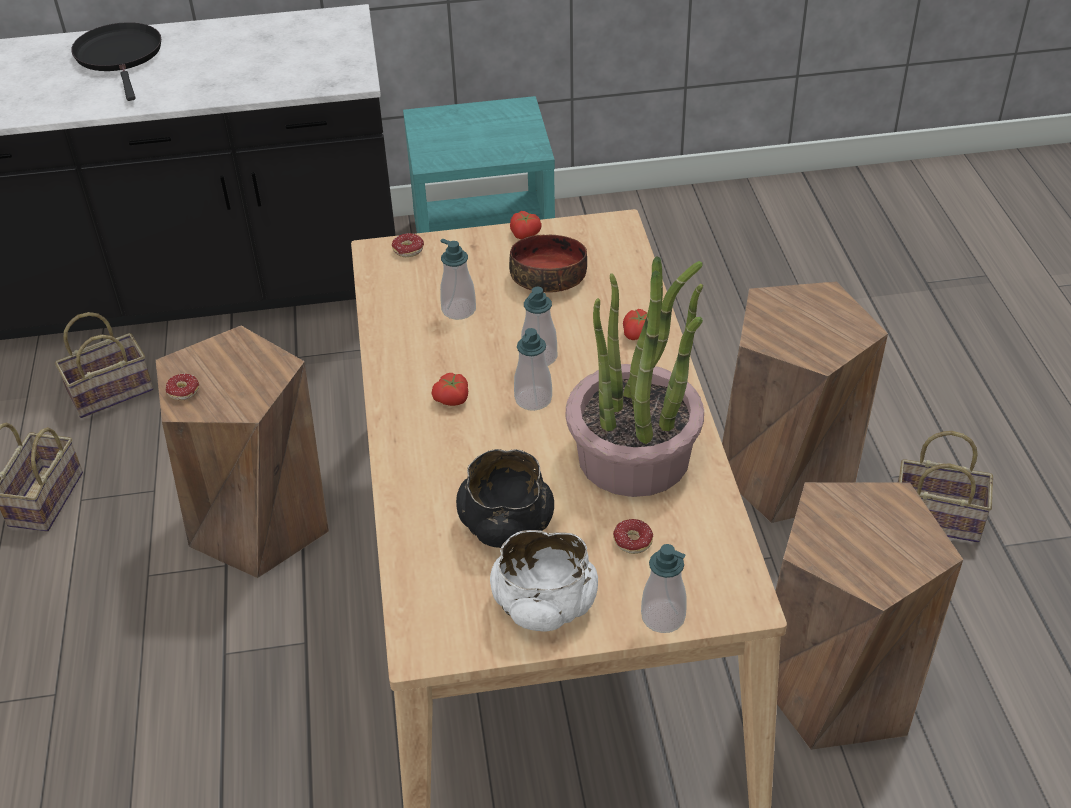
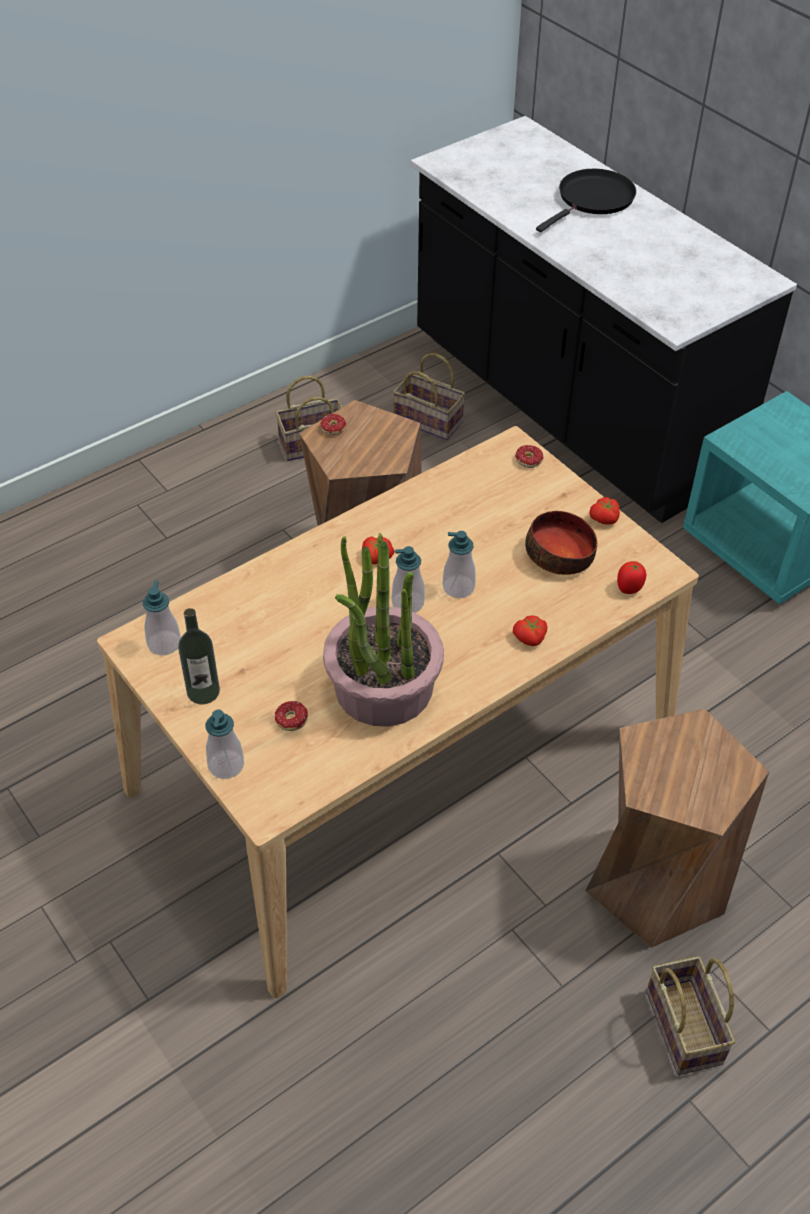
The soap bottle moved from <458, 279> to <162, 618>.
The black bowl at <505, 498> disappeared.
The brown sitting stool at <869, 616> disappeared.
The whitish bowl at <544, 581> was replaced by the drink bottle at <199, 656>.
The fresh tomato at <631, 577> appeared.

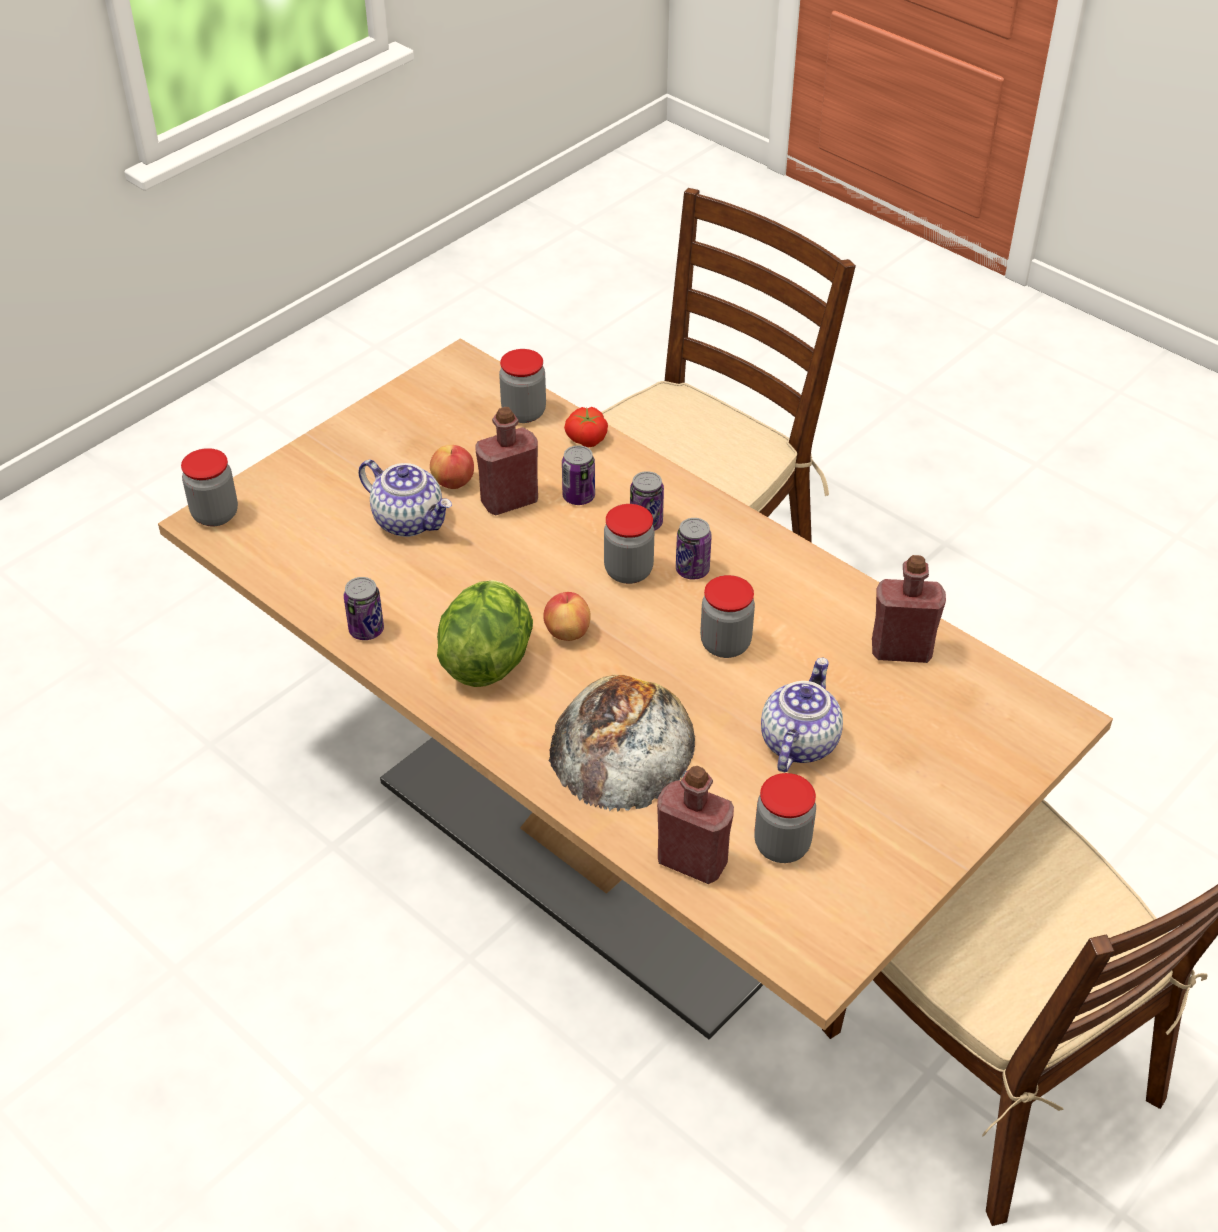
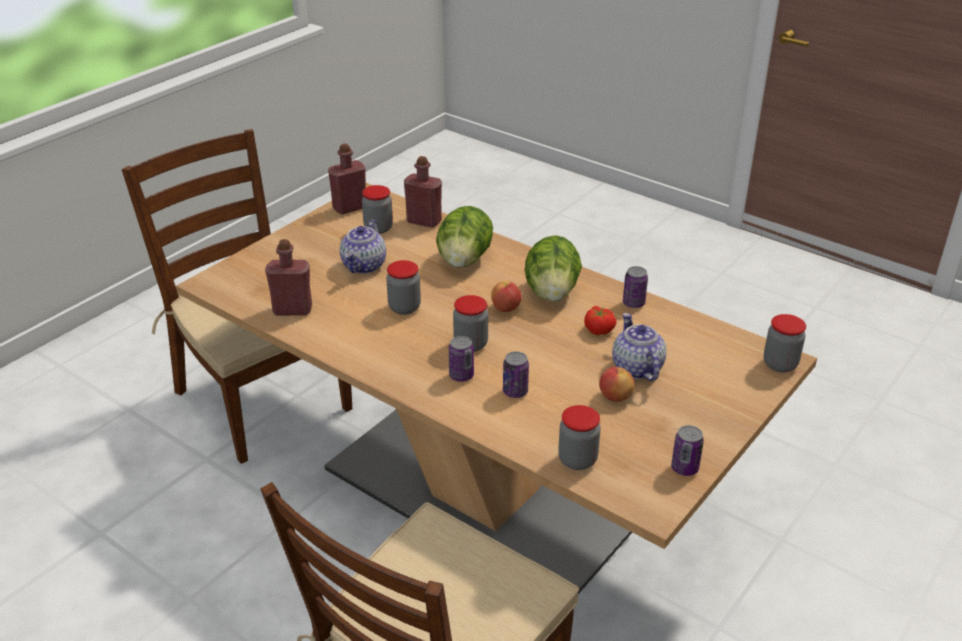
The red-coloured drink bottle moved from <506, 461> to <347, 179>.
The fresh tomato moved from <586, 427> to <600, 320>.
The teapot at <405, 498> turned 45 degrees clockwise.
The sealed can moved from <694, 548> to <687, 450>.
The baked bread at <621, 743> was replaced by the head of lettuce at <464, 237>.

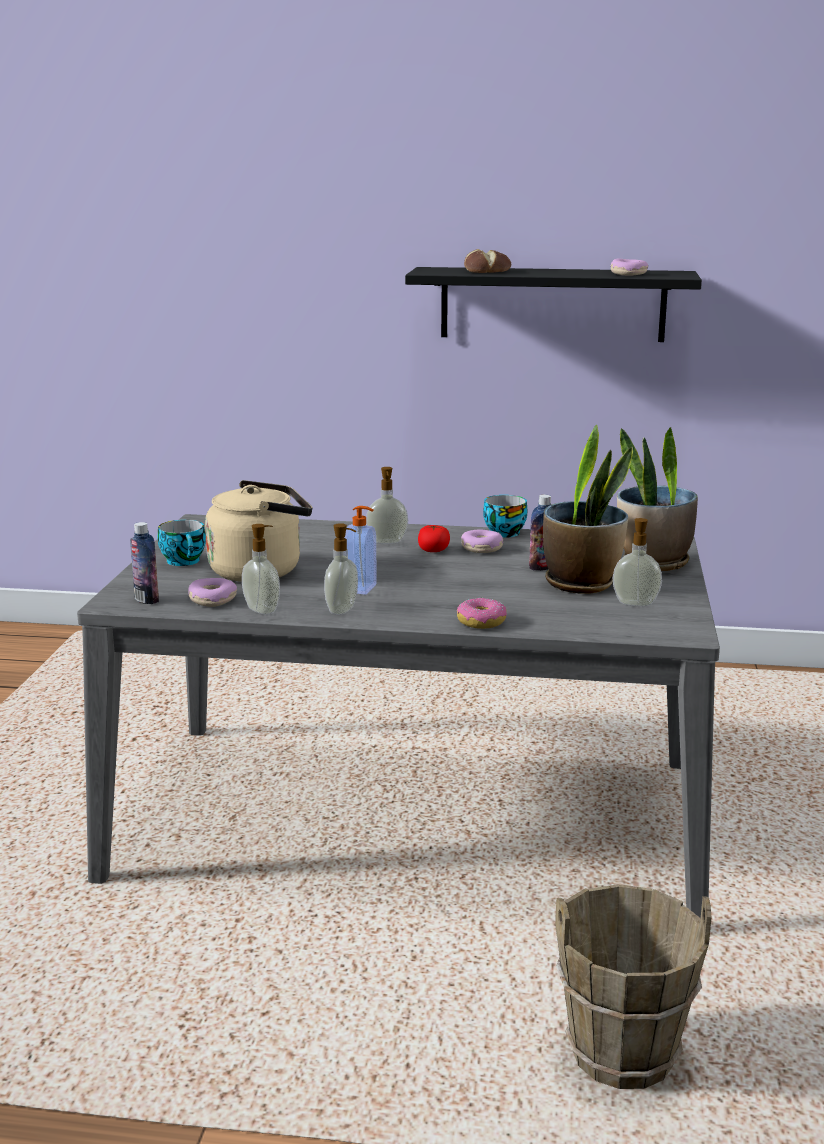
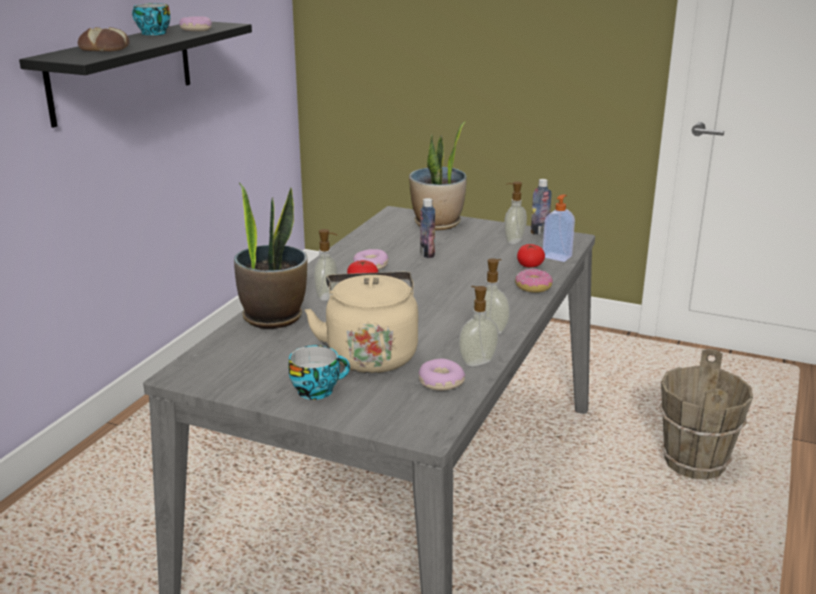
The plant in a pot moved from <588, 509> to <270, 256>.
The small cup moved from <505, 516> to <151, 19>.
The soap bottle moved from <360, 550> to <559, 228>.
The drink bottle moved from <144, 563> to <541, 207>.
The fresh tomato at <531, 256> appeared.

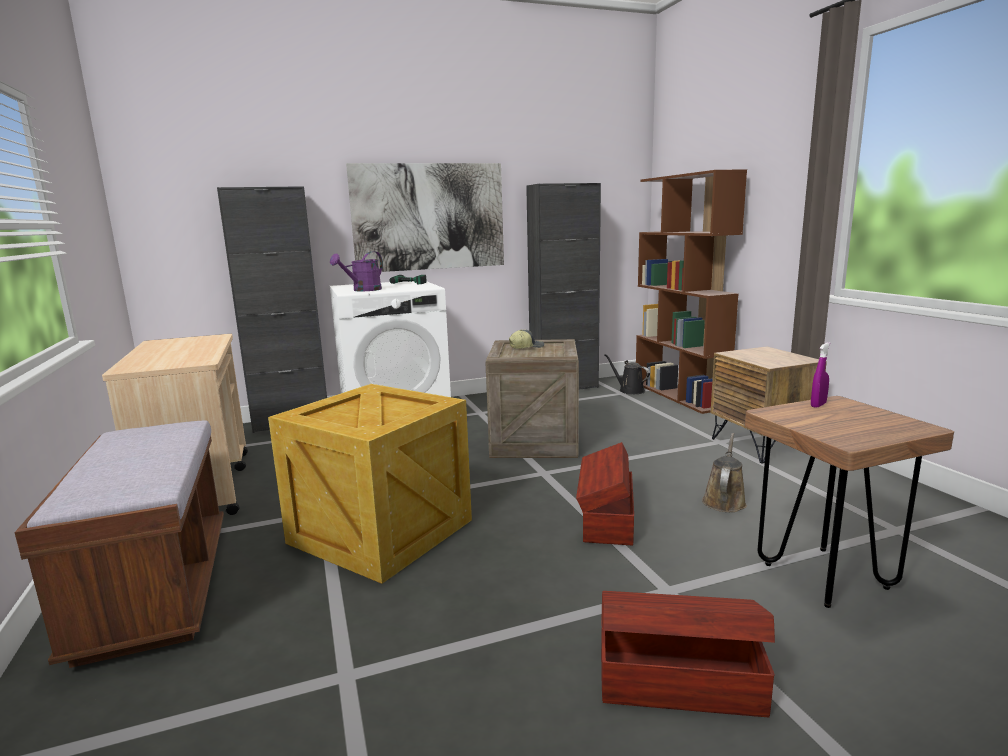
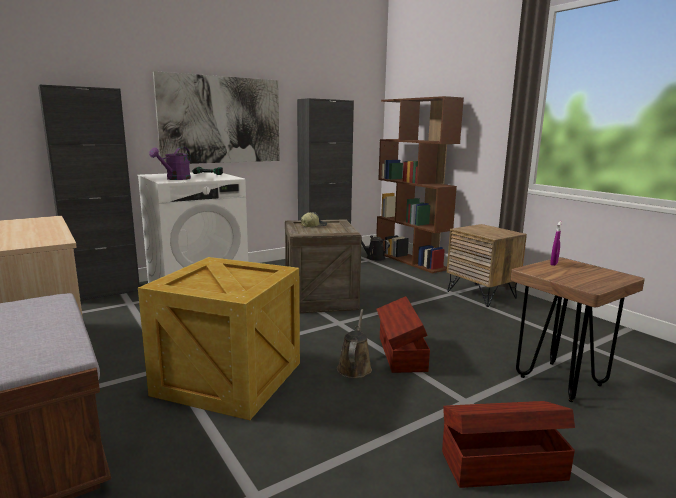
The brown sprinkling can moved from <724, 472> to <354, 343>.

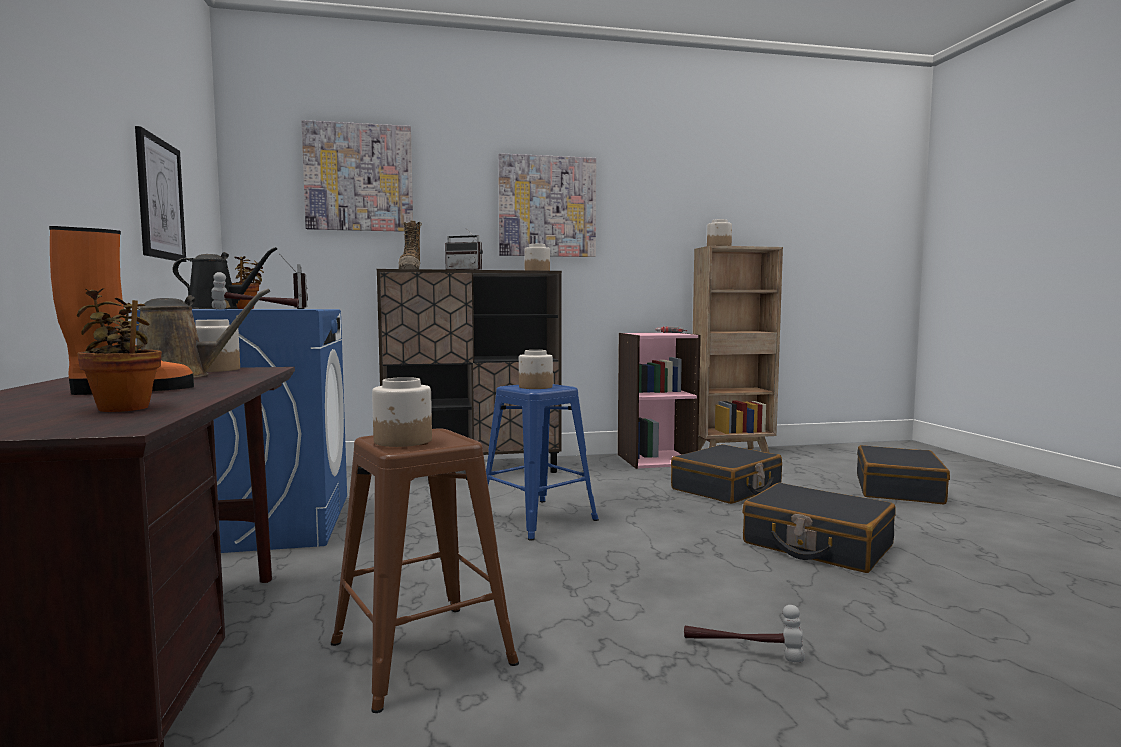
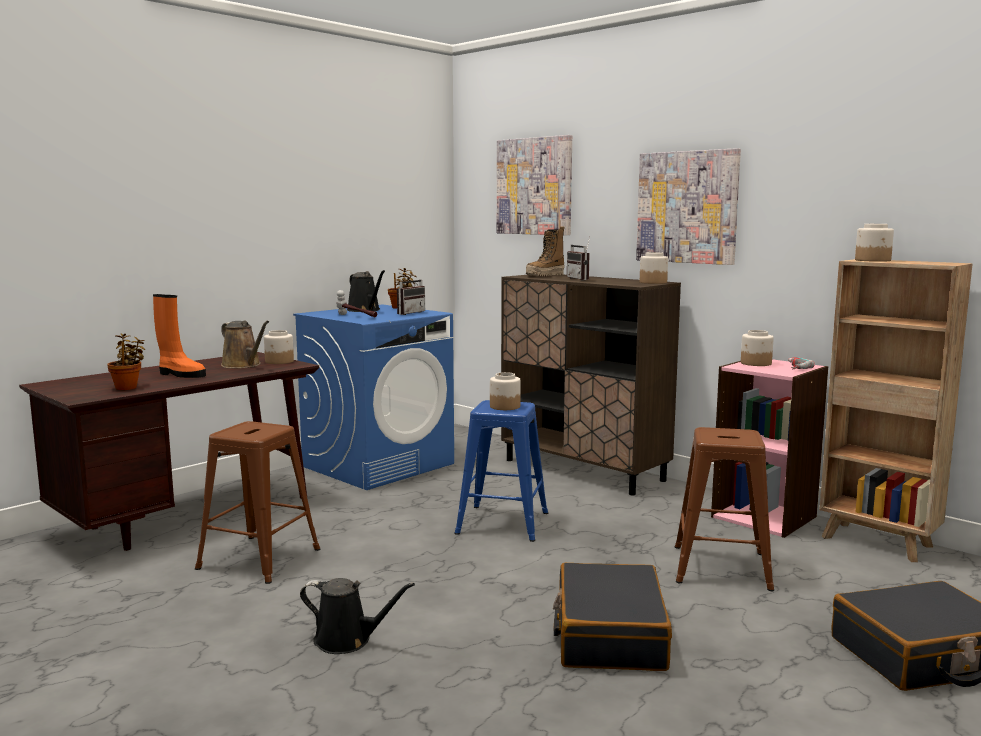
The wall picture at <160, 194> disappeared.
The jar moved from <402, 412> to <757, 348>.
The black piece of luggage at <726, 474> was replaced by the brown sitting stool at <724, 509>.
The hammer at <744, 633> was replaced by the black sprinkling can at <357, 616>.

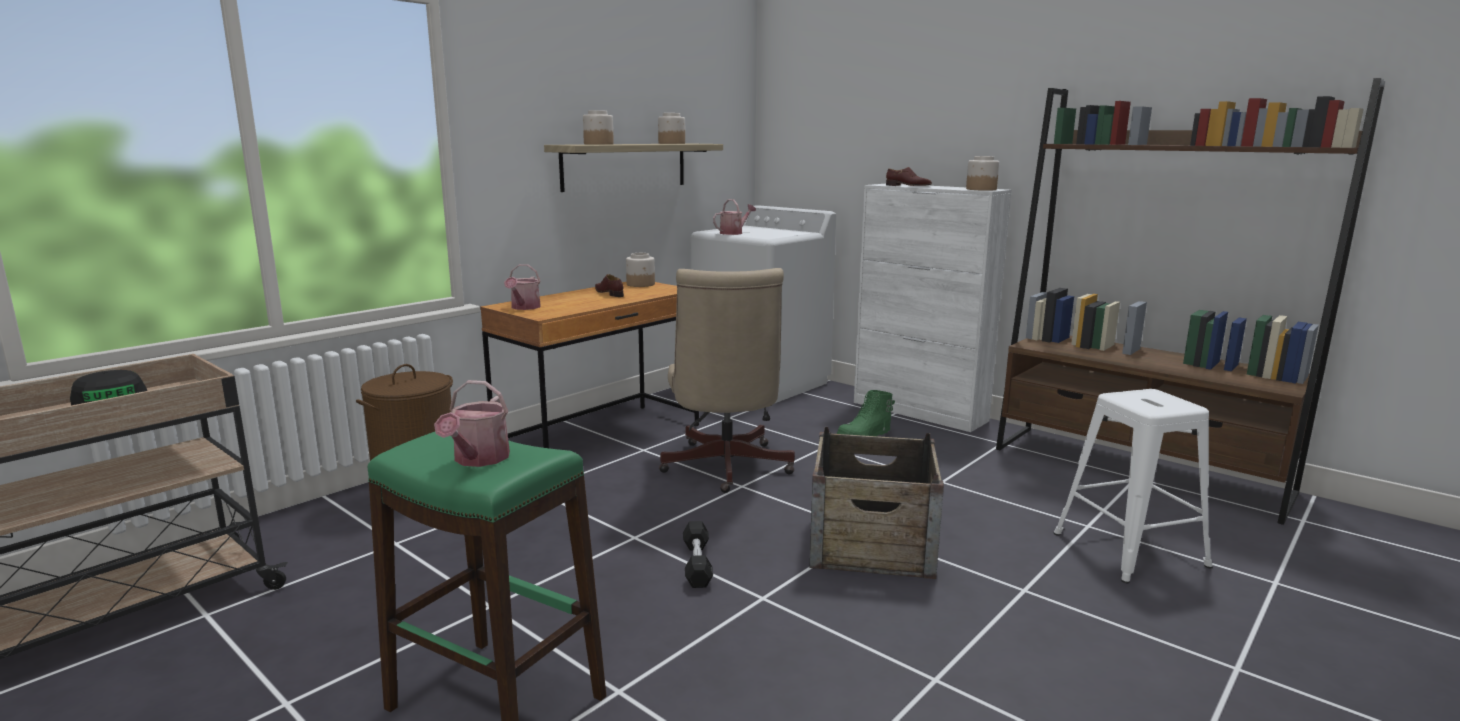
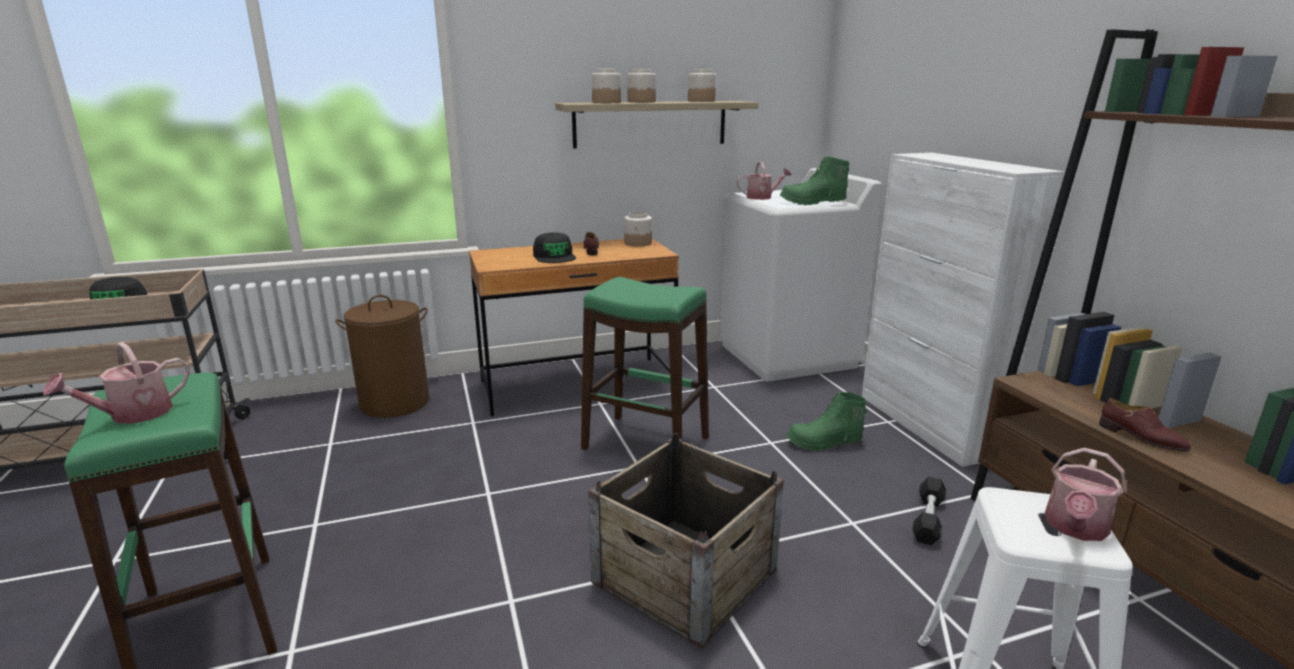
The jar moved from <982, 173> to <641, 86>.
The brown item of footwear moved from <909, 176> to <1145, 424>.
The sprinkling can moved from <522, 287> to <1085, 494>.
The beige-coloured desk chair at <727, 380> was replaced by the green-coloured sitting stool at <645, 363>.
The black dumbbell moved from <698, 554> to <929, 510>.
The green-coloured high-top boot at <815, 180> appeared.
The black peaked cap at <554, 248> appeared.

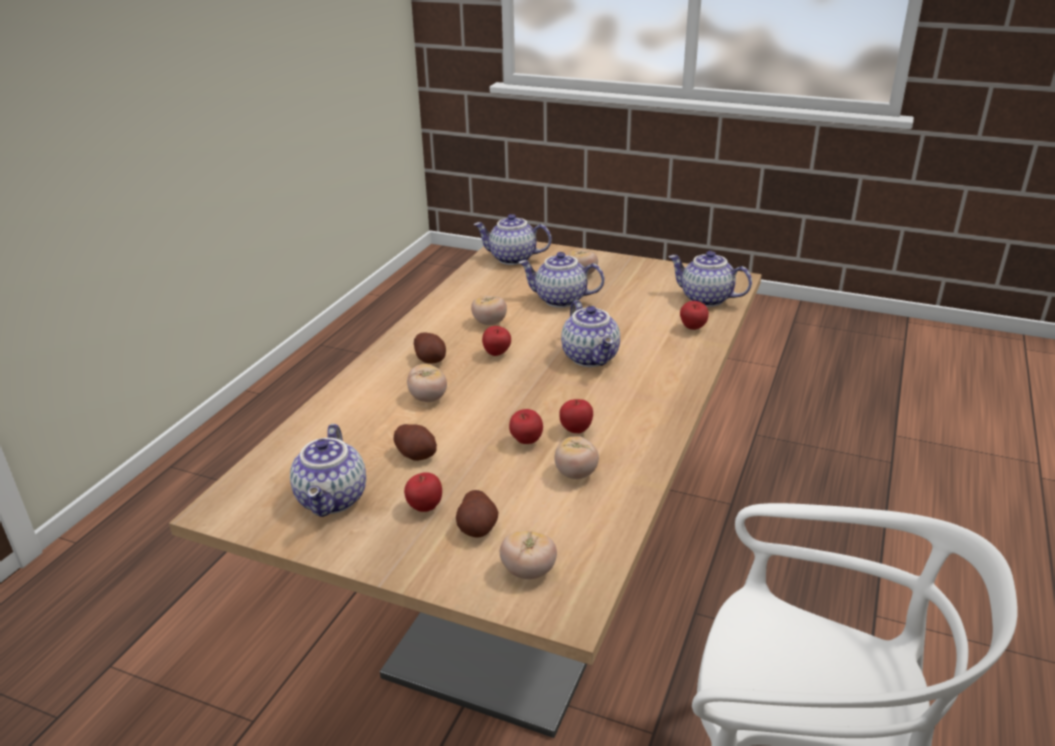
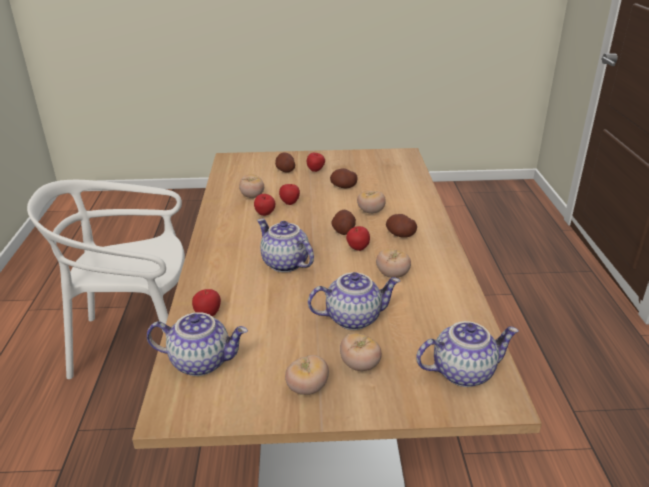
The teapot at <328, 470> disappeared.
The fresh tomato moved from <528, 554> to <307, 375>.
The whole potato at <344, 222> appeared.

